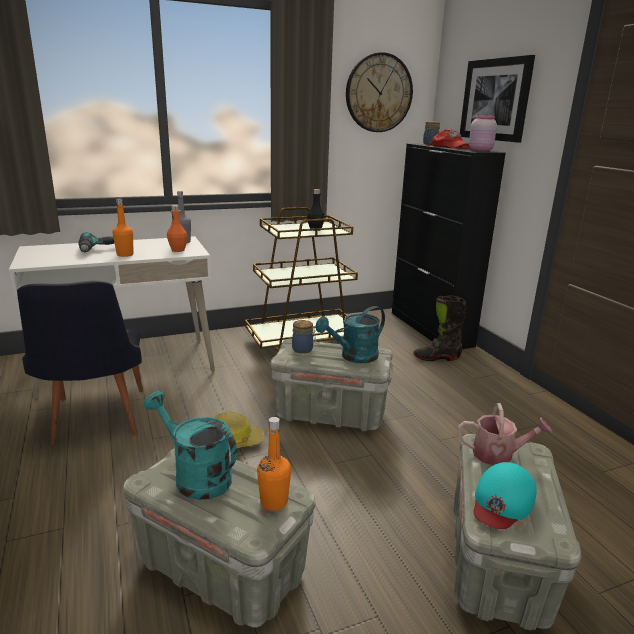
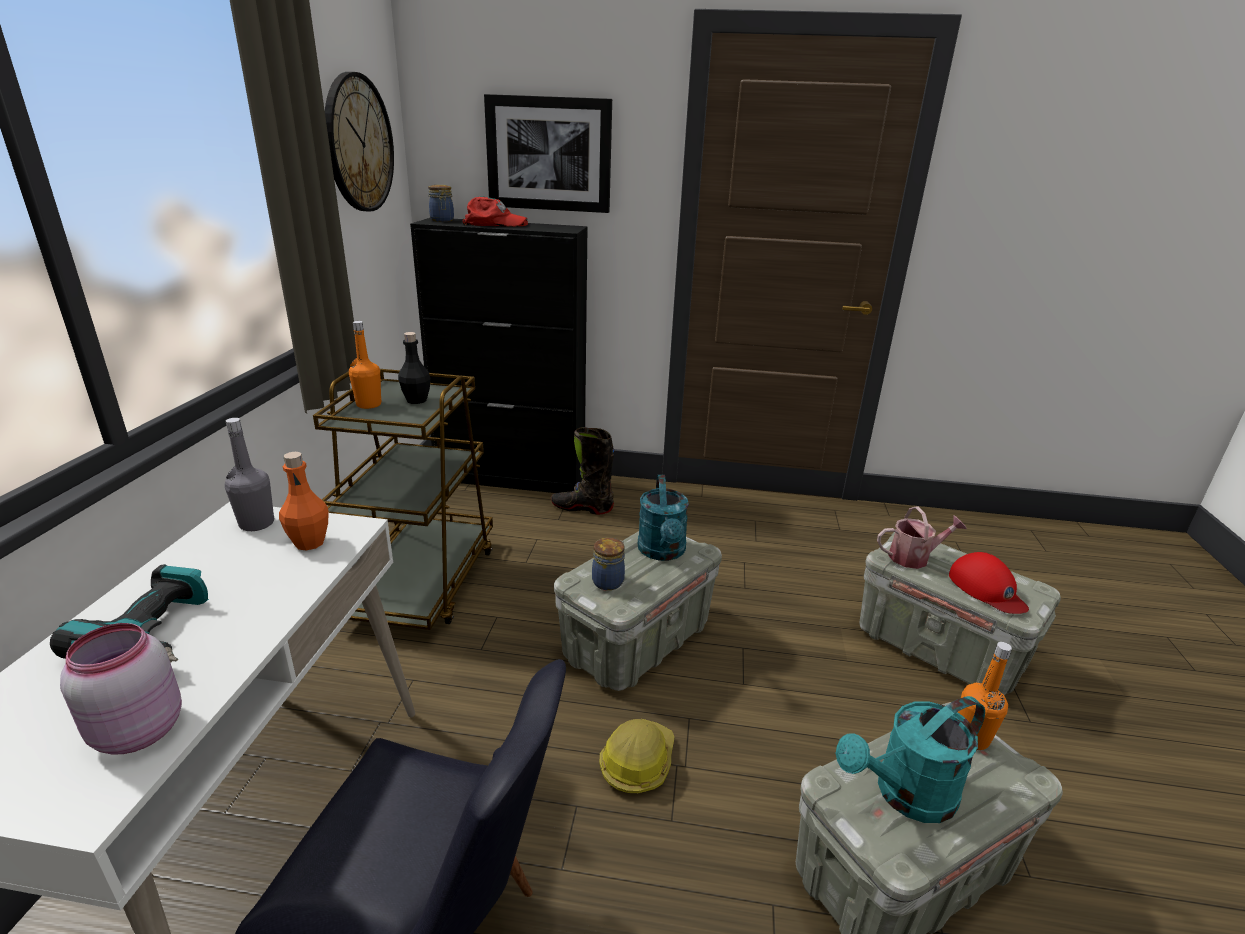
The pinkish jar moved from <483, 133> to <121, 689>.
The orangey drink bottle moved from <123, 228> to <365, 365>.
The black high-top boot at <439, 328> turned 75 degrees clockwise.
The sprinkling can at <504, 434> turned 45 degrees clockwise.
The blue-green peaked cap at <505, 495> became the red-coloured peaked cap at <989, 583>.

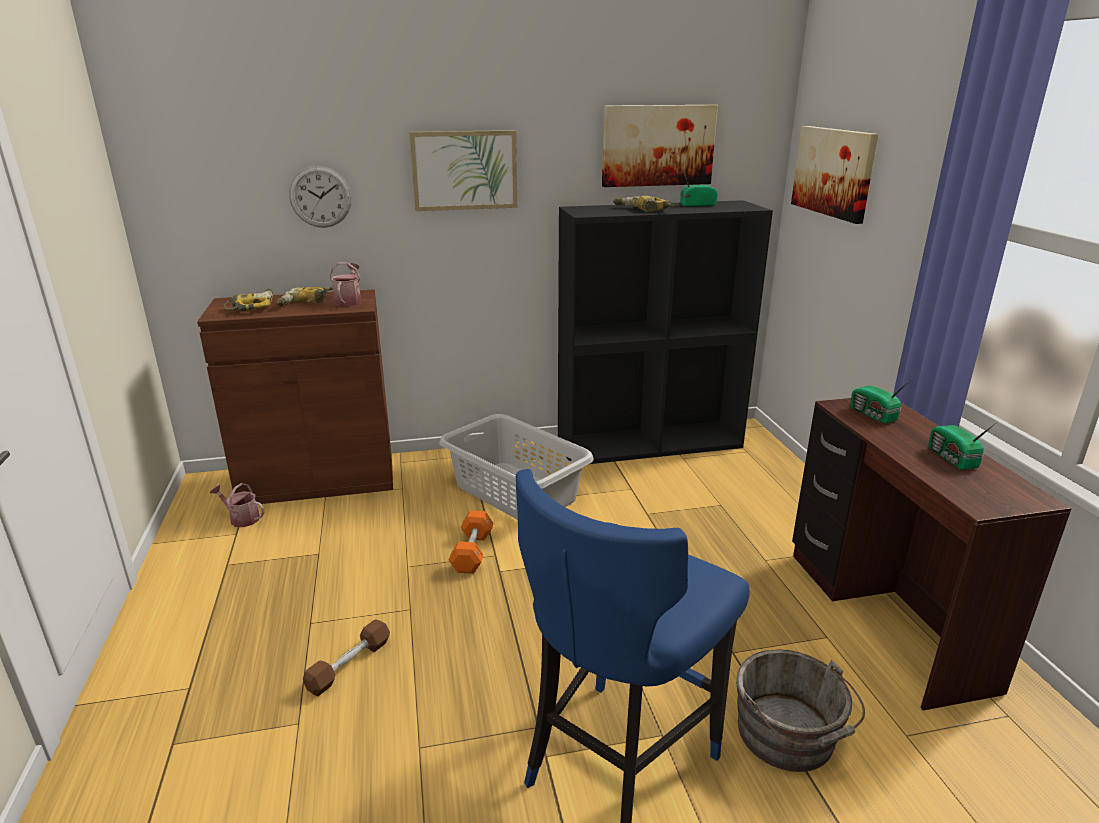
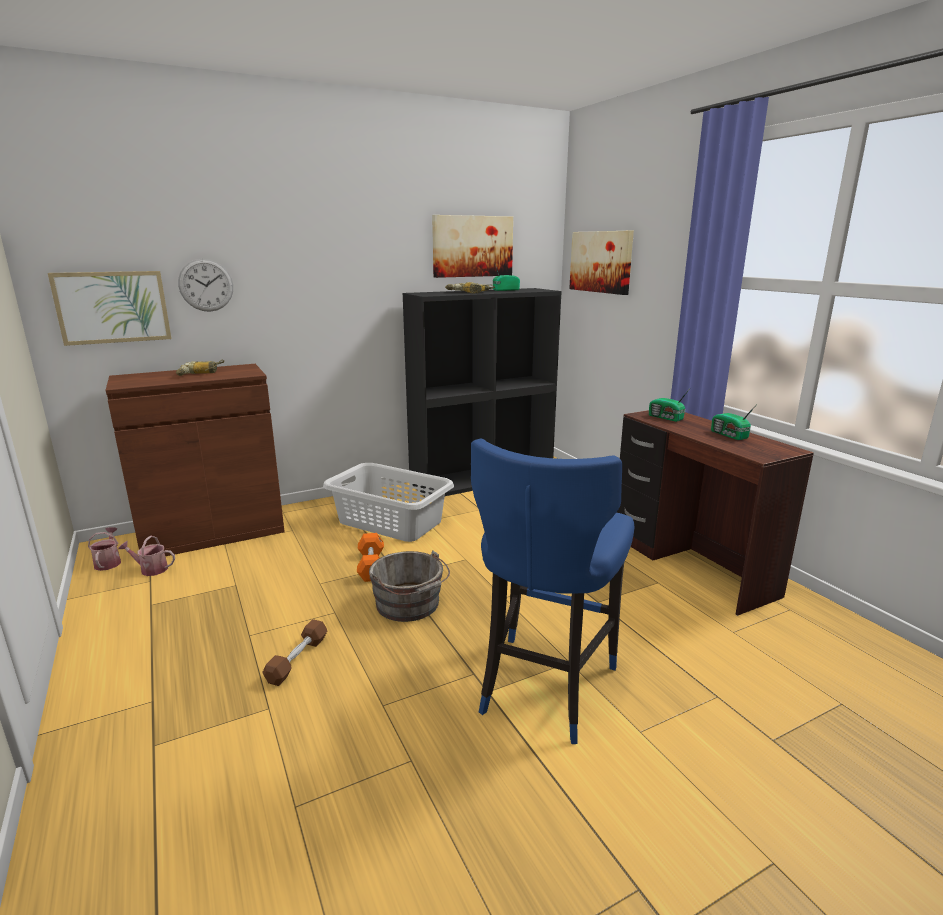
The wall picture moved from <463, 170> to <109, 308>.
The sprinkling can moved from <345, 285> to <104, 549>.
The drill at <248, 299> disappeared.
The gray pail moved from <801, 711> to <409, 586>.

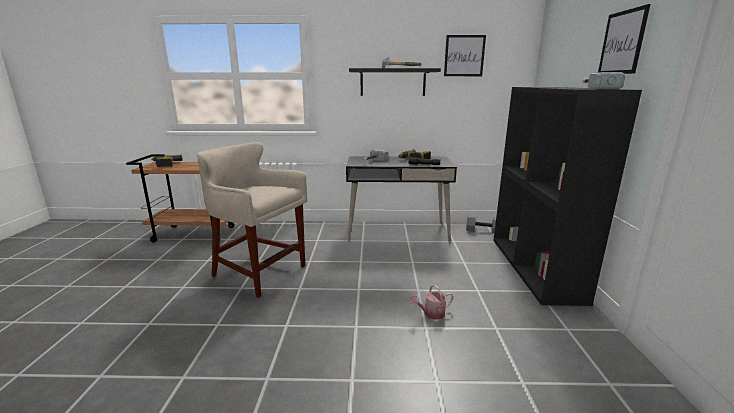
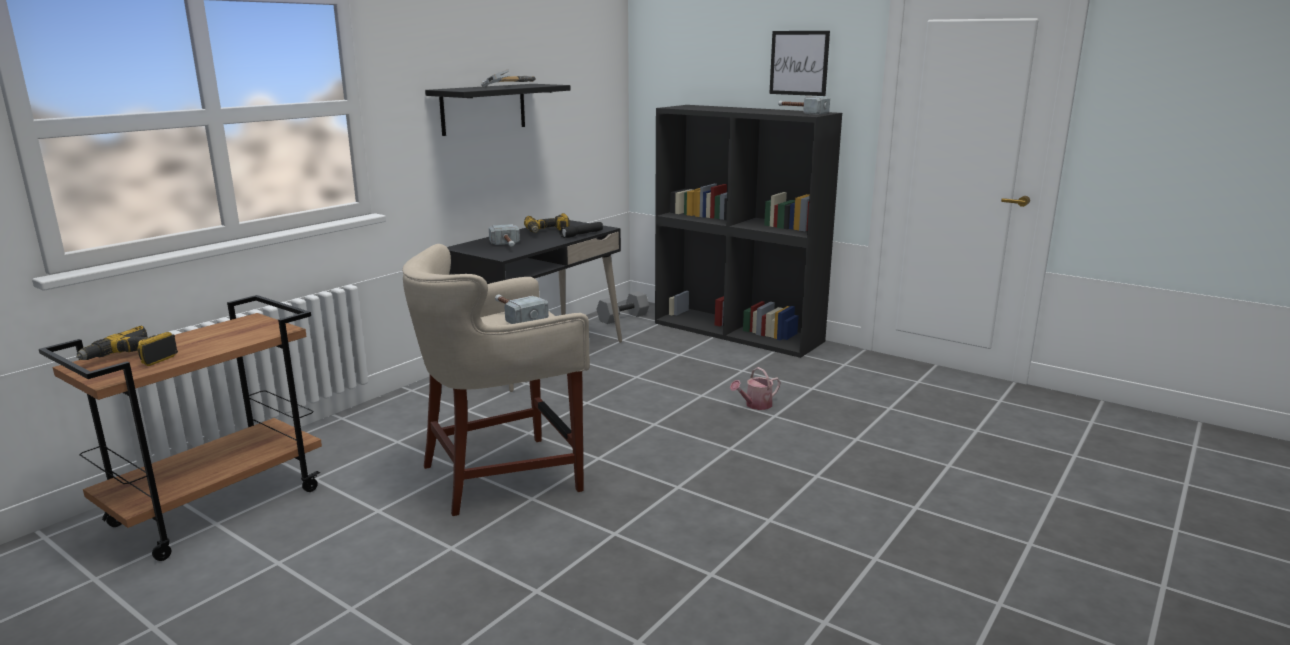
The wall picture at <465, 55> disappeared.
The sprinkling can at <431, 302> turned 45 degrees clockwise.
The hammer at <522, 309> appeared.

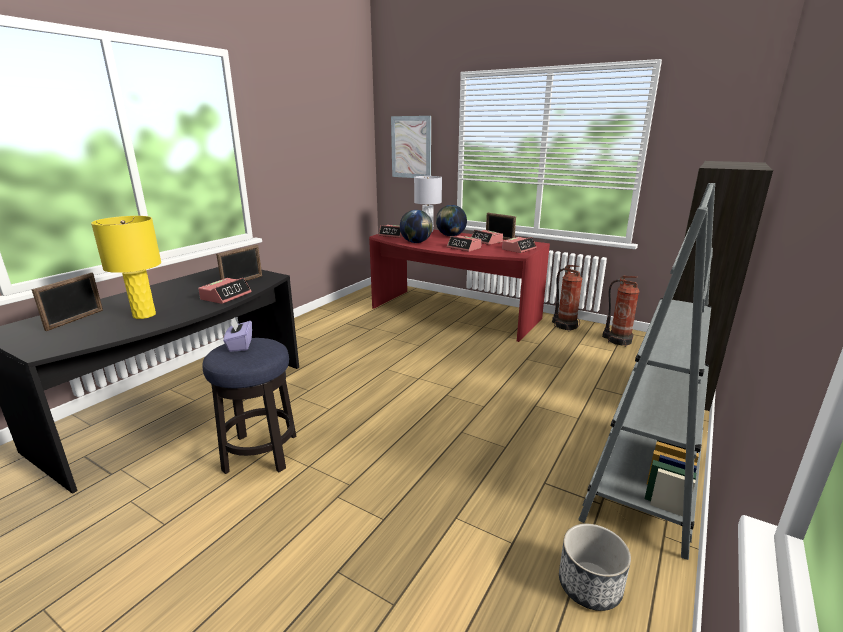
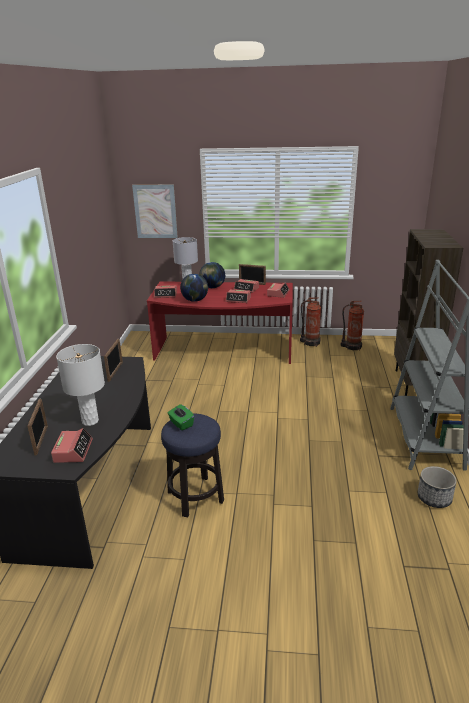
The yellow-coloured table lamp at <126, 267> became the whitish table lamp at <80, 385>.
The alarm clock moved from <224, 291> to <72, 445>.
The purple-coloured tissue box at <237, 334> became the green-coloured tissue box at <181, 417>.

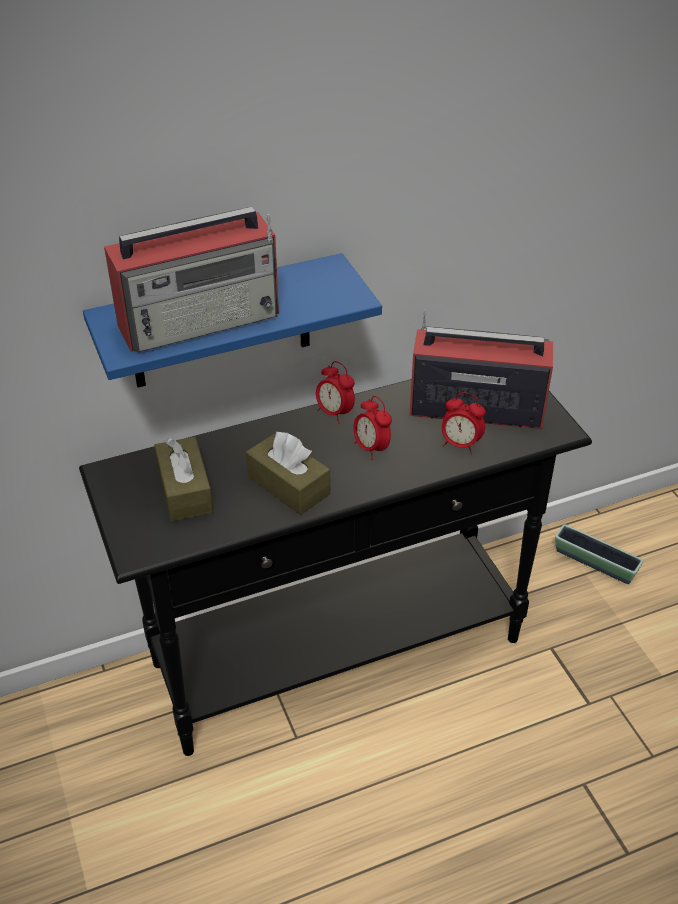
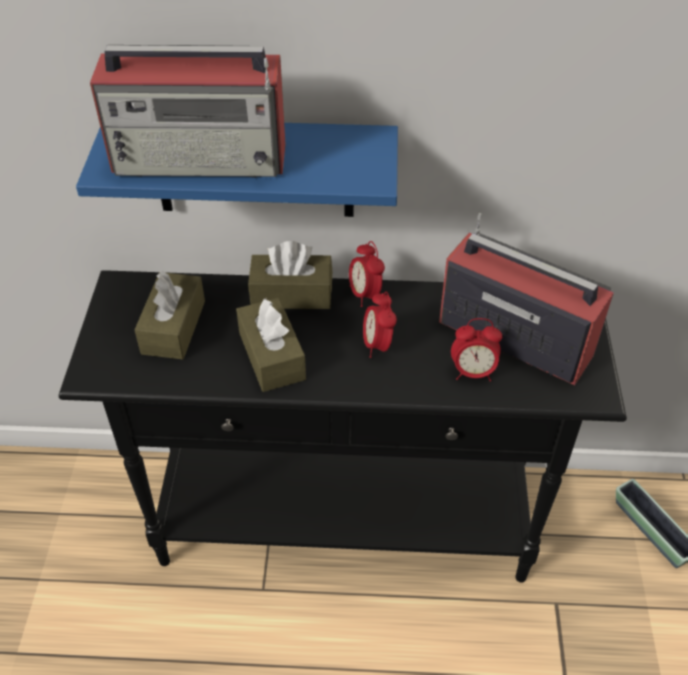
The alarm clock at <463, 423> turned 45 degrees counterclockwise.
The brown tissue box at <290, 275> appeared.

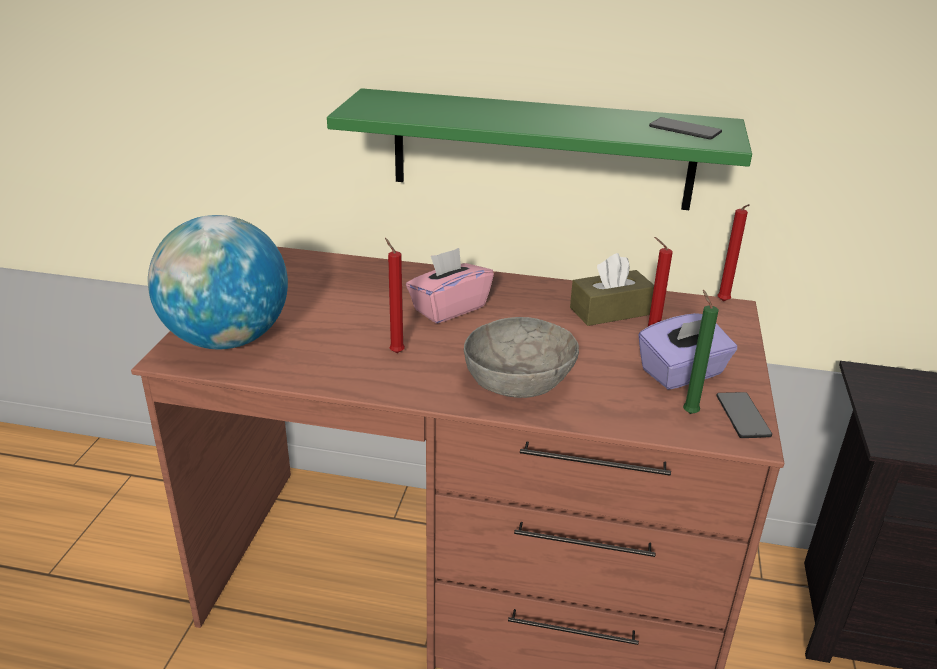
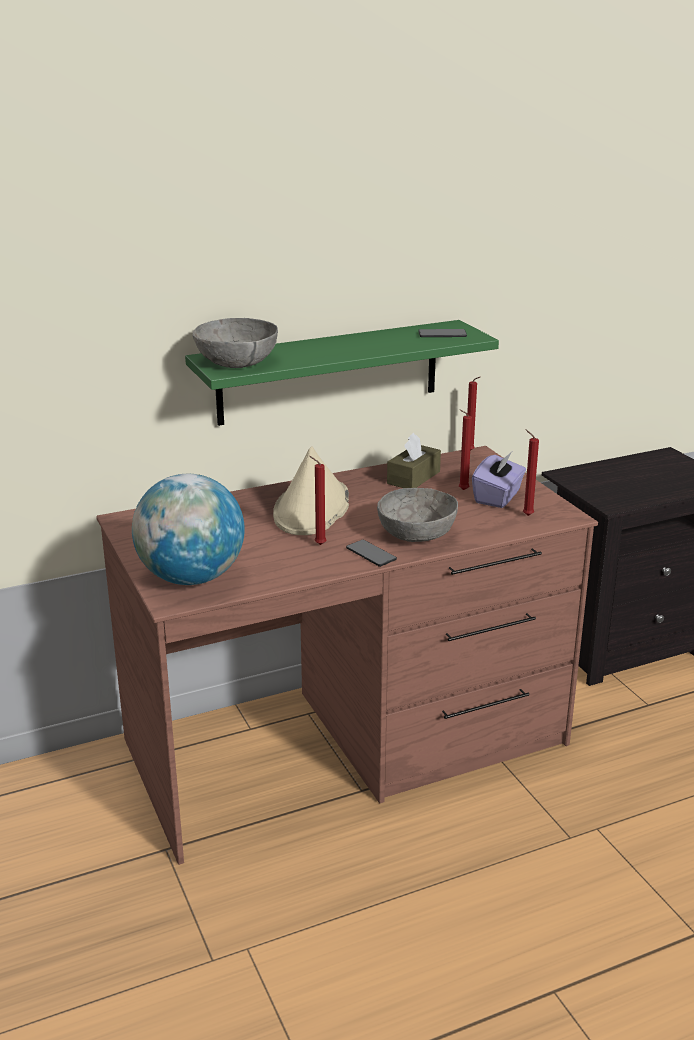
The pinkish tissue box at <450, 286> was replaced by the beige-coloured hat at <311, 490>.
The green-coloured wax candle at <701, 352> became the red-coloured wax candle at <531, 472>.
The telephone moved from <744, 415> to <371, 553>.
The gray bowl at <235, 343> appeared.

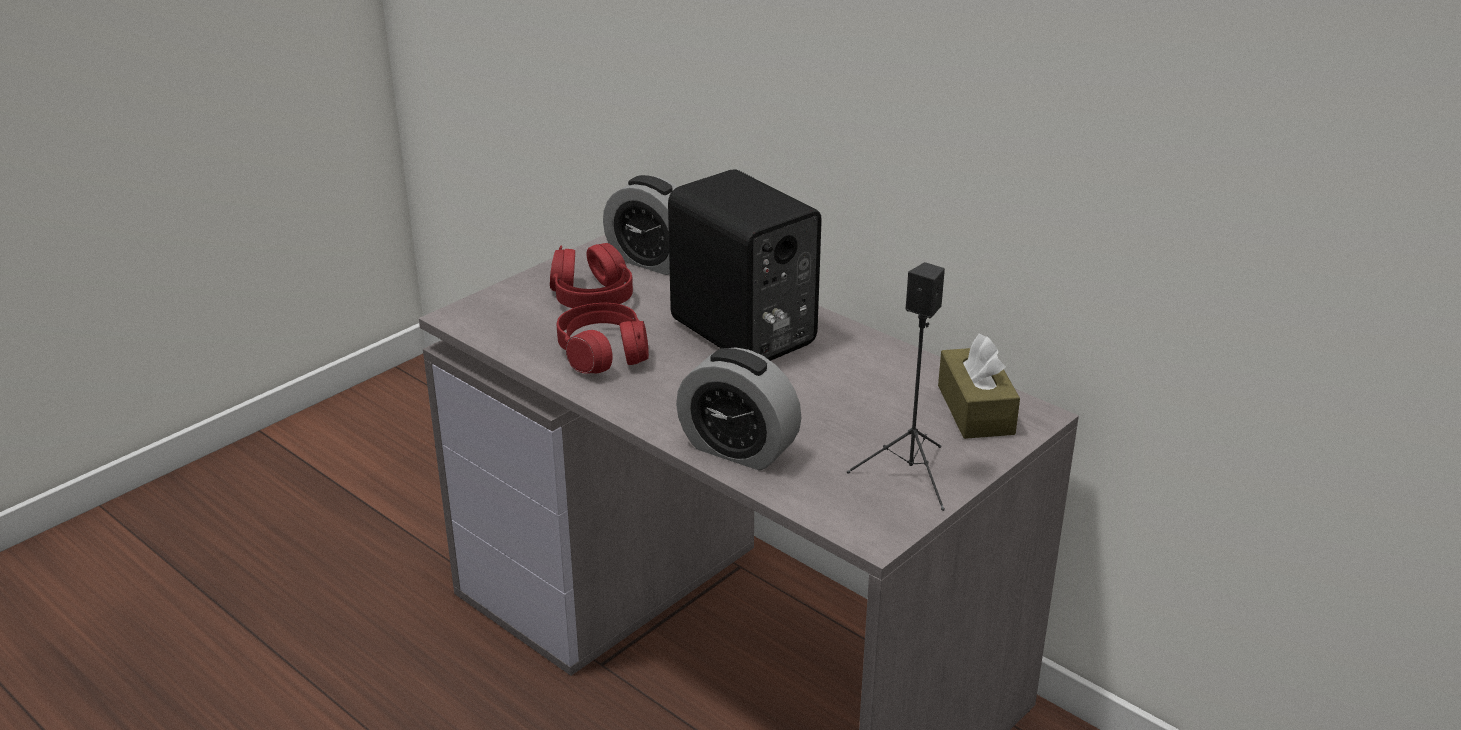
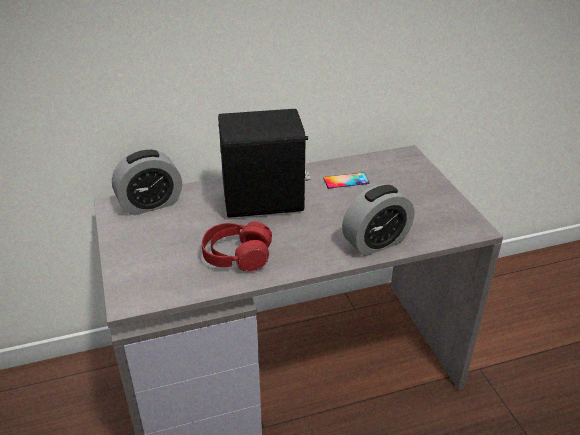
The red-coloured pair of headphones at <591, 275> disappeared.
The black speaker at <896, 386> disappeared.
The brown tissue box at <979, 386> disappeared.
The telephone at <346, 180> appeared.

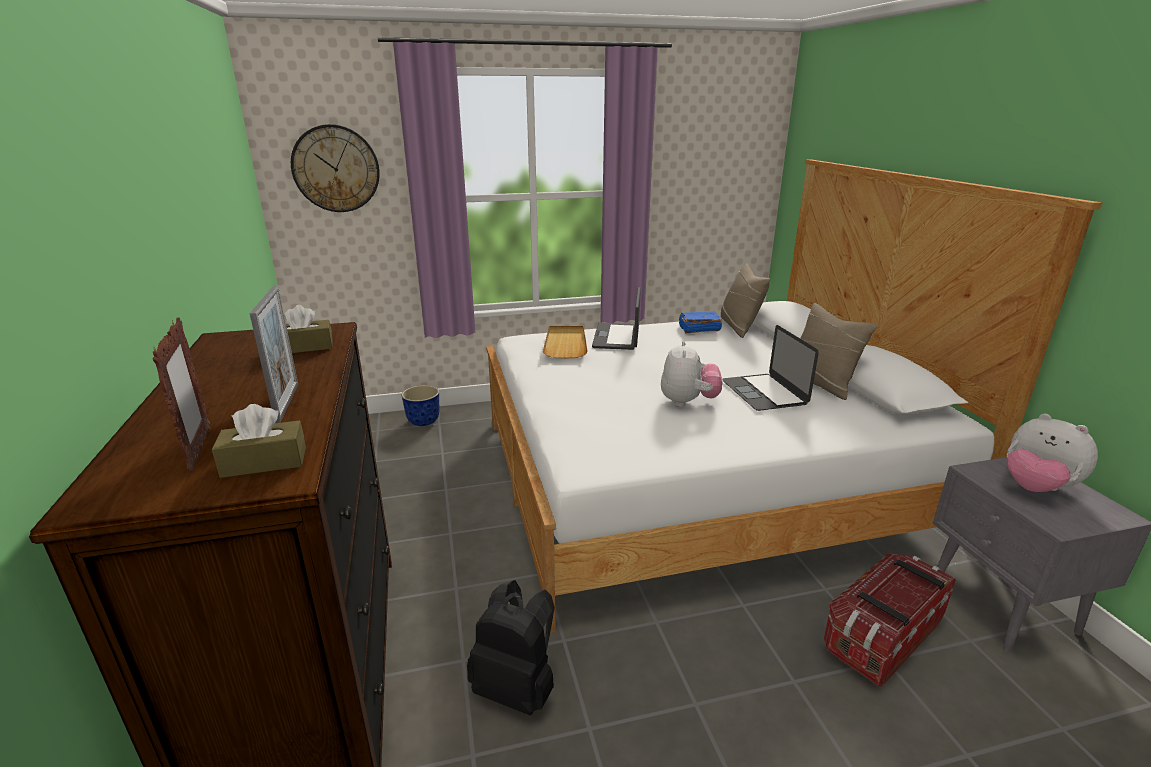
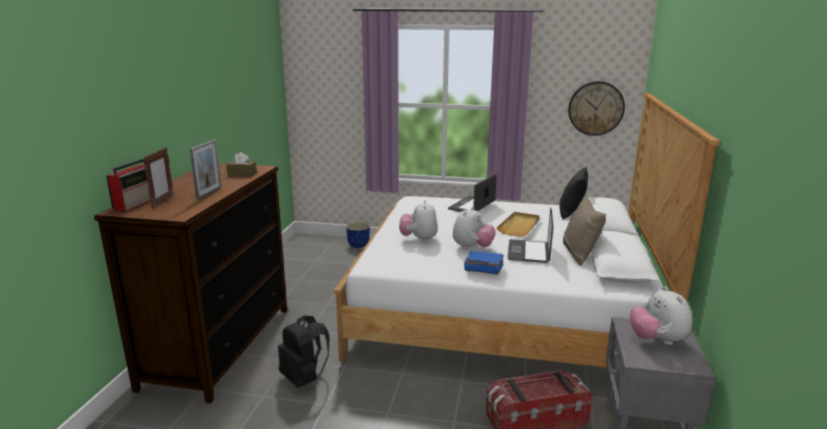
The clock on the wall moved from <335, 168> to <596, 108>.
The beige-coloured cushion at <745, 300> became the black cushion at <573, 193>.
The bluish bound book moved from <700, 322> to <484, 263>.
The beige-coloured serving tray moved from <565, 342> to <518, 224>.
The brown tissue box at <259, 441> disappeared.
The radio at <128, 185> appeared.
The plush toy at <418, 221> appeared.

